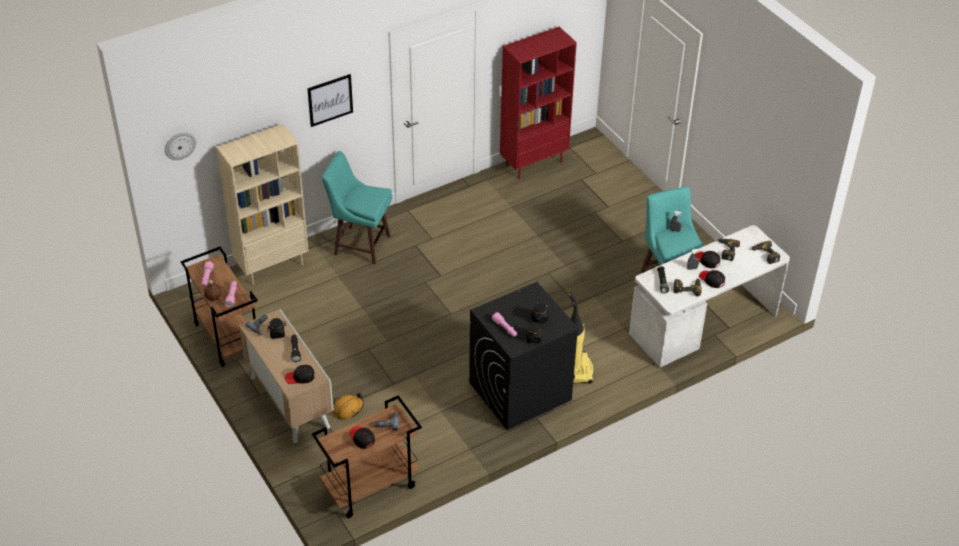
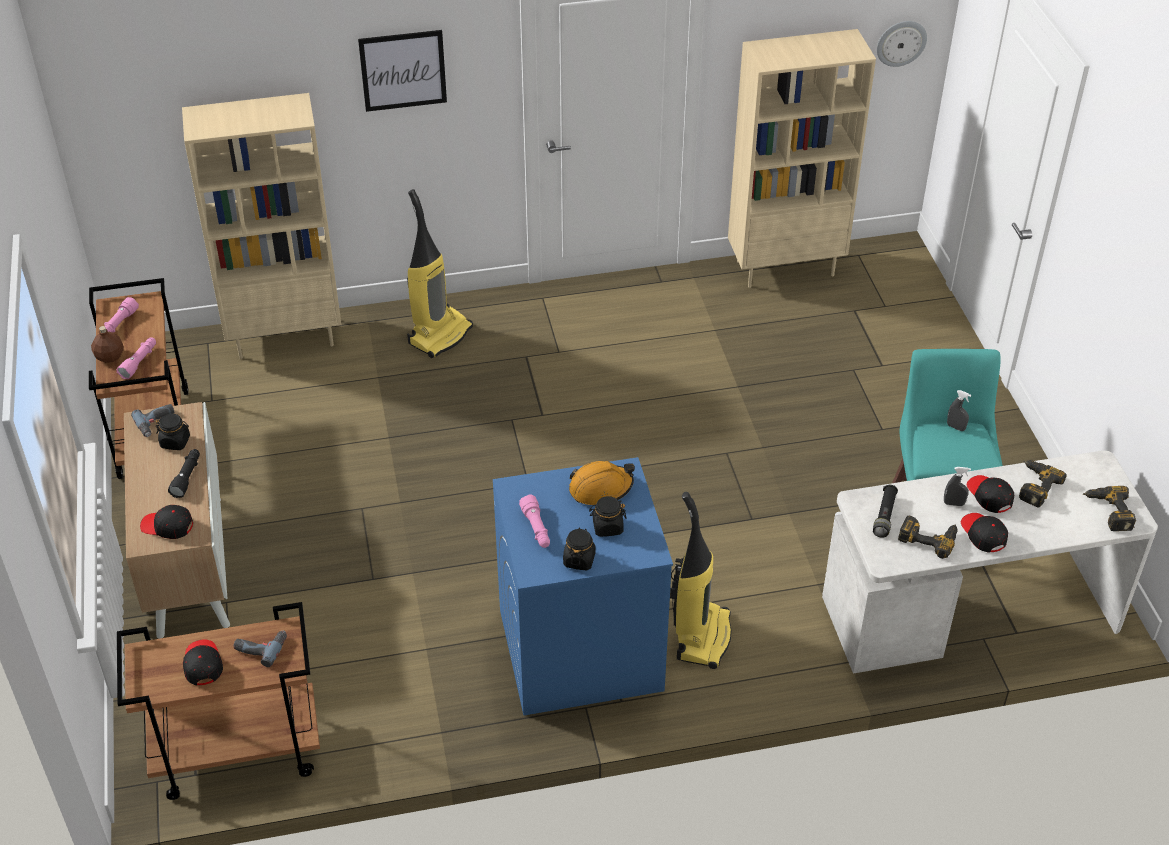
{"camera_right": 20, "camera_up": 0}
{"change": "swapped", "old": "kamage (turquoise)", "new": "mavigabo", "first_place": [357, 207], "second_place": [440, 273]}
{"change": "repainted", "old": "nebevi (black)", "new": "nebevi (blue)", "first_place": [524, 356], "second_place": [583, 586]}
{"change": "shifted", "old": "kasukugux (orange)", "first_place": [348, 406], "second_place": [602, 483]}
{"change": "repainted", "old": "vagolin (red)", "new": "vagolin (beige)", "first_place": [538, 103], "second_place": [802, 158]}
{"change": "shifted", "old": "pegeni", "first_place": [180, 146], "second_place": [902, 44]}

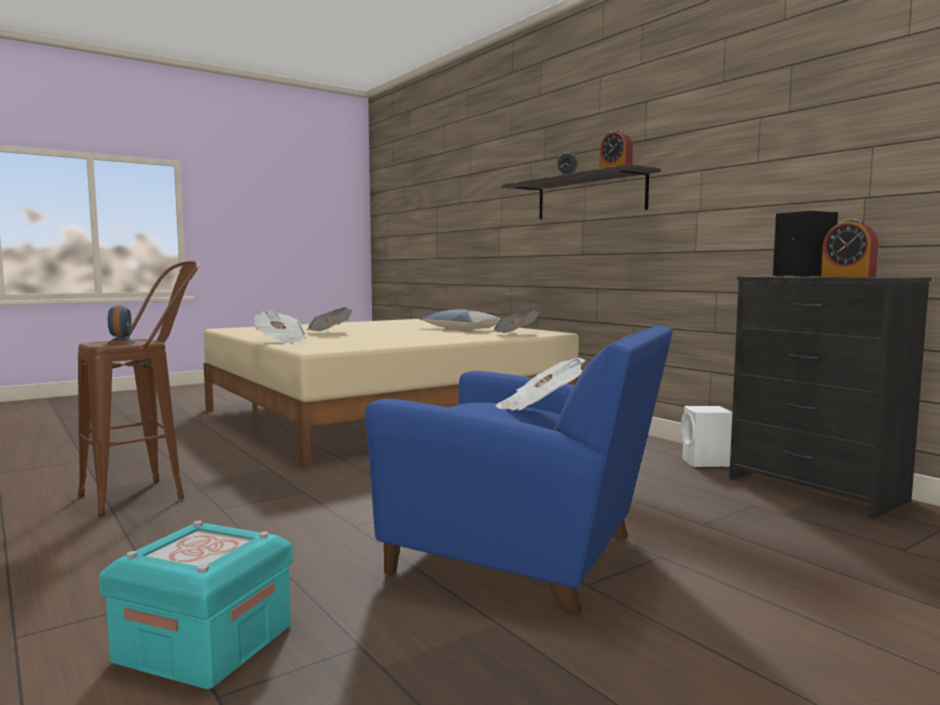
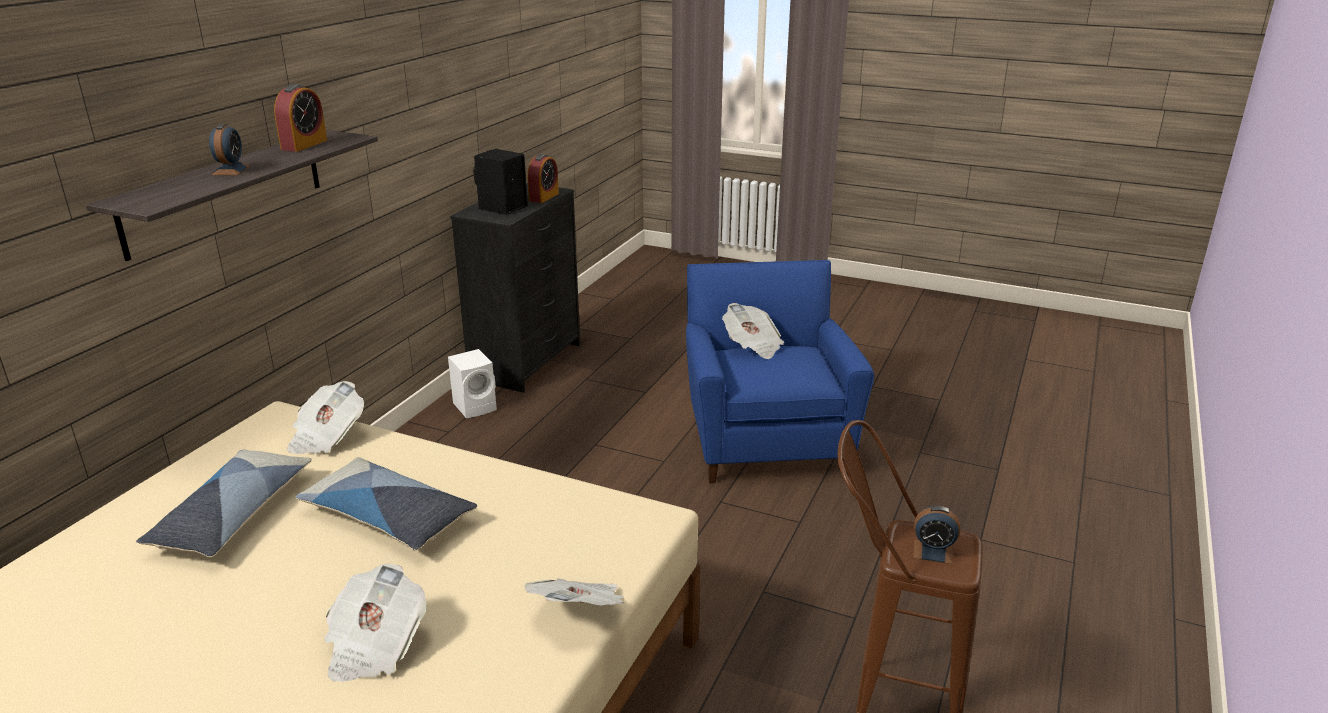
{"camera_right": -120, "camera_up": 20}
{"change": "new", "new": "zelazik", "second_place": [386, 503]}
{"change": "rotated", "old": "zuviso", "first_place": [121, 324], "second_place": [936, 535], "degrees": -120}
{"change": "gone", "old": "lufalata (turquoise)", "first_place": [196, 605]}

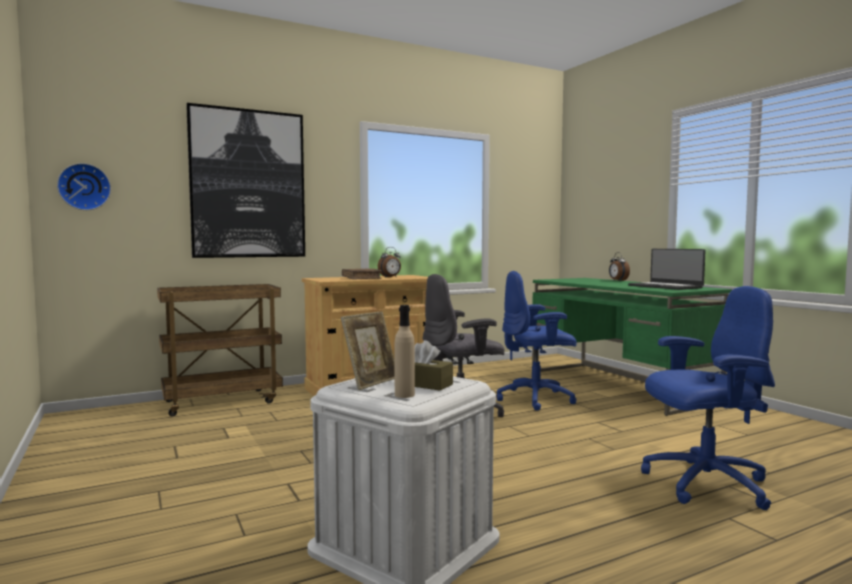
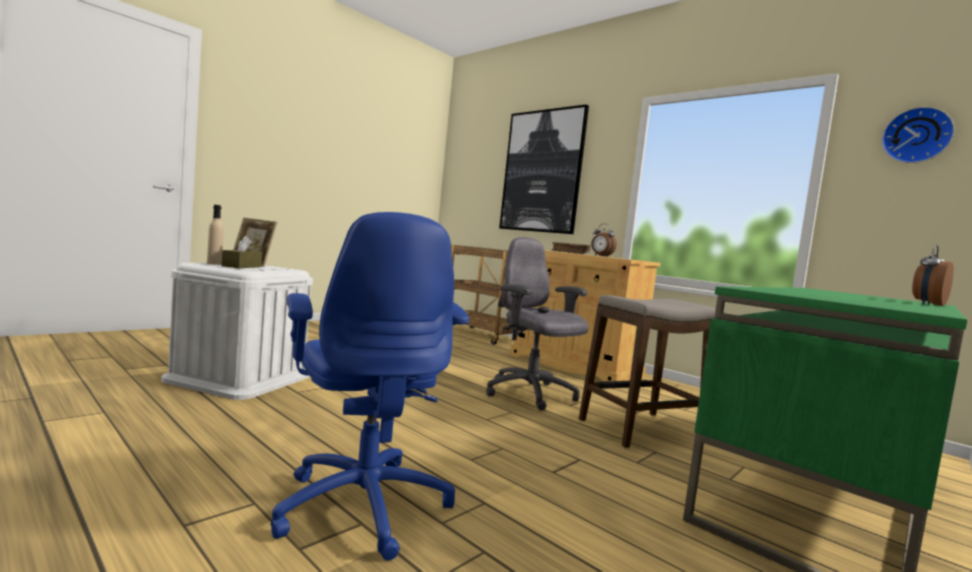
{"camera_right": 70, "camera_up": 0}
{"change": "swapped", "old": "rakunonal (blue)", "new": "kamage", "first_place": [537, 341], "second_place": [647, 371]}
{"change": "shifted", "old": "pegeni", "first_place": [84, 186], "second_place": [918, 135]}
{"change": "gone", "old": "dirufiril", "first_place": [667, 269]}

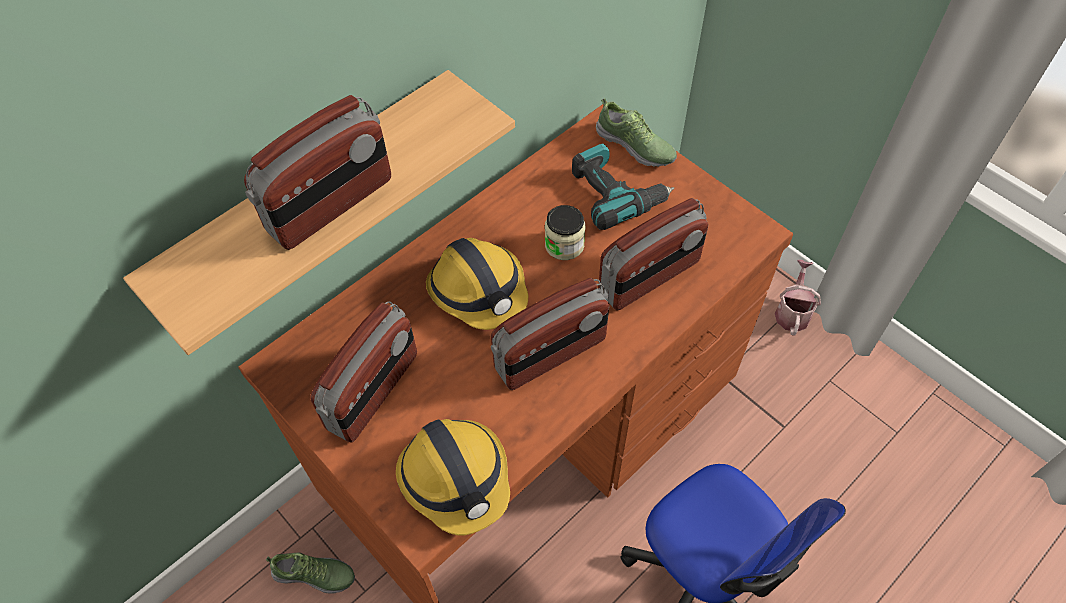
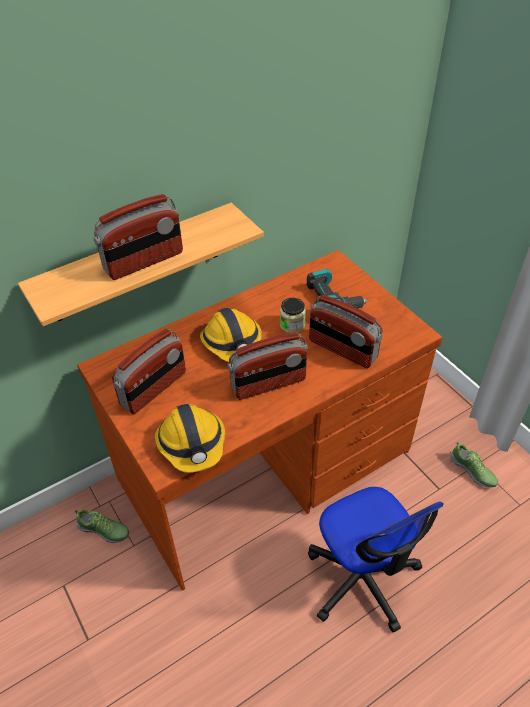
{"camera_right": 10, "camera_up": -10}
{"change": "rotated", "old": "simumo", "first_place": [653, 254], "second_place": [346, 331], "degrees": 60}
{"change": "shifted", "old": "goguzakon", "first_place": [636, 132], "second_place": [474, 465]}
{"change": "gone", "old": "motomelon", "first_place": [798, 298]}

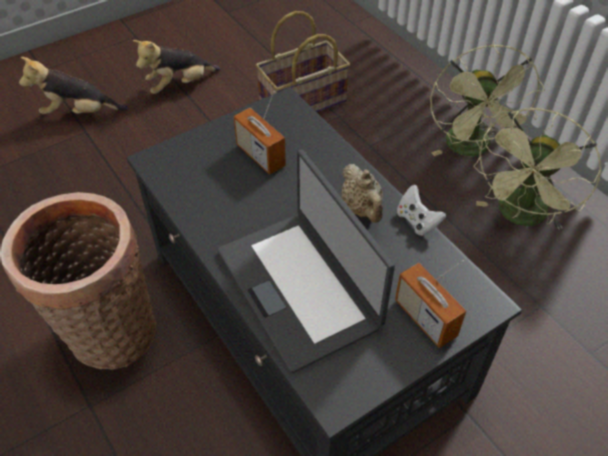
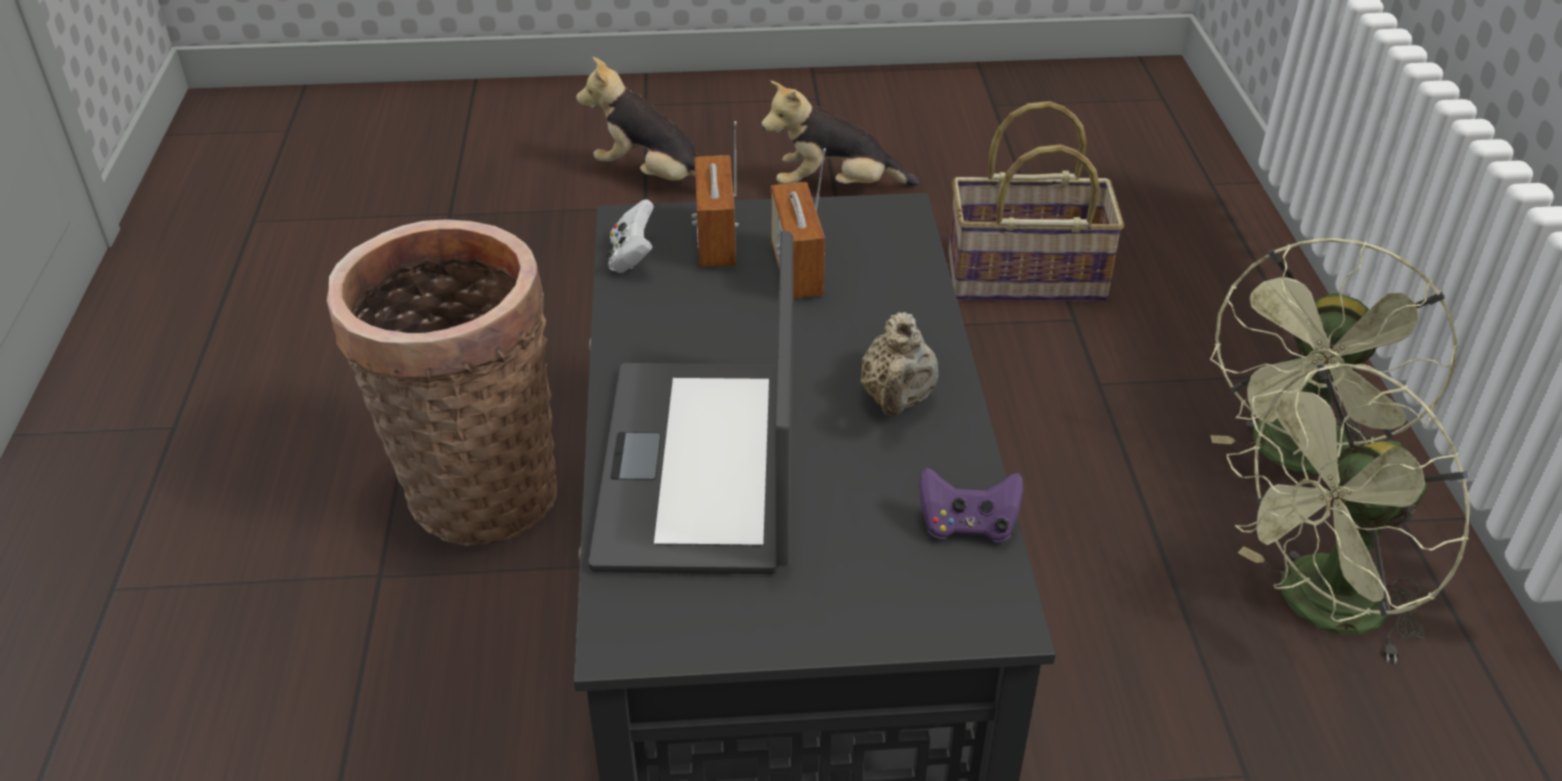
{"camera_right": 30, "camera_up": -10}
{"change": "shifted", "old": "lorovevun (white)", "first_place": [421, 210], "second_place": [630, 236]}
{"change": "shifted", "old": "simumo", "first_place": [430, 304], "second_place": [715, 194]}
{"change": "new", "new": "lorovevun (purple)", "second_place": [971, 504]}

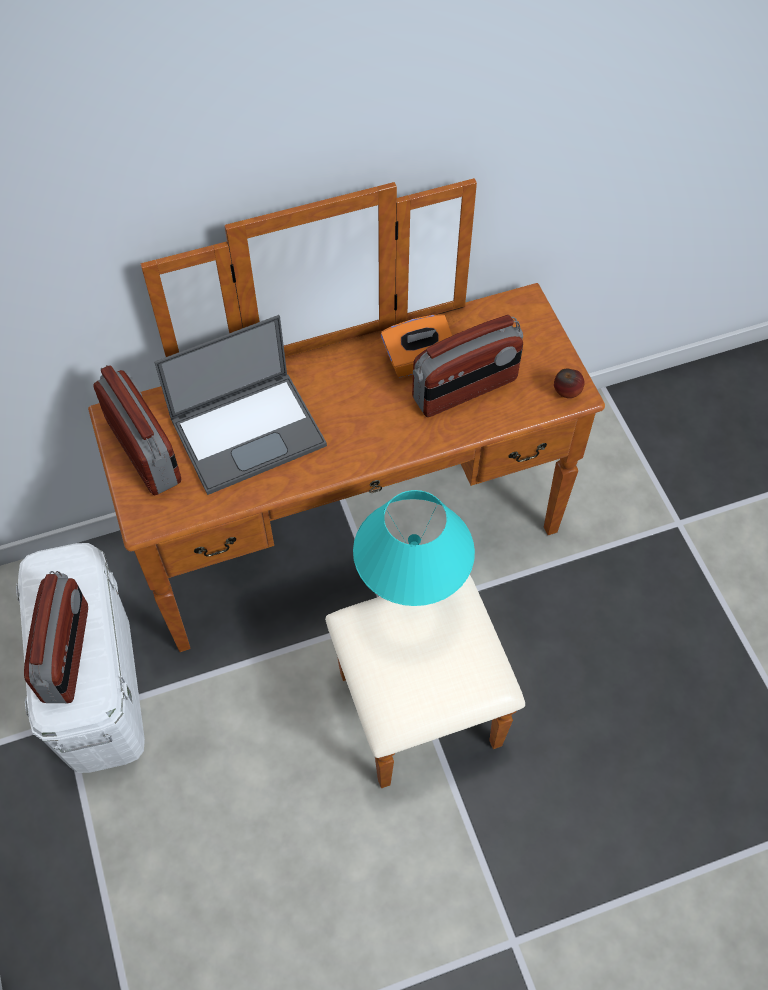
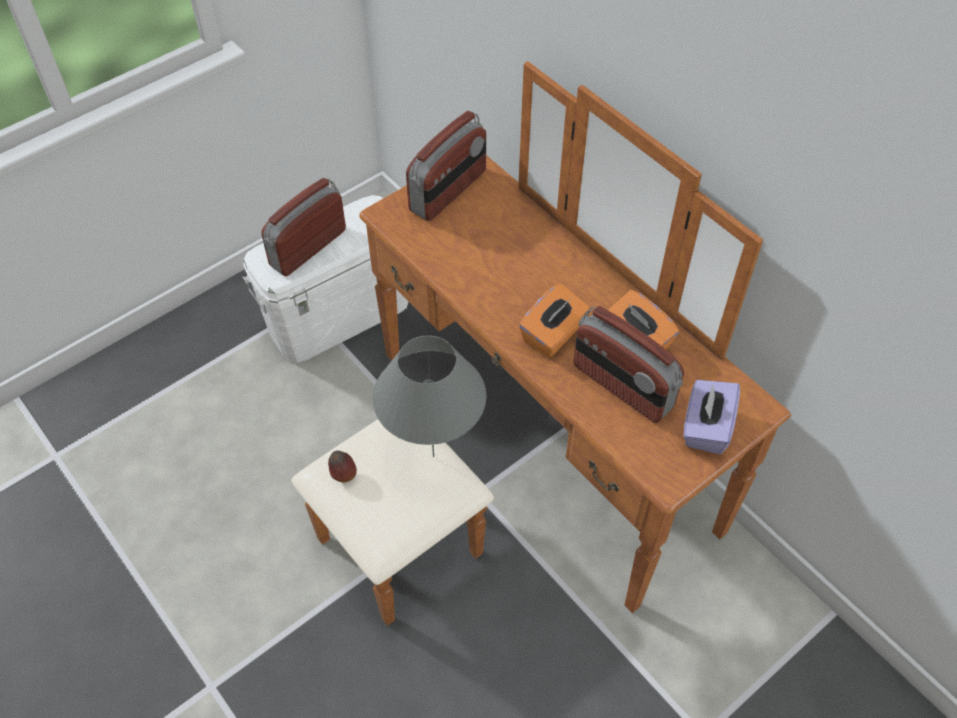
{"camera_right": 70, "camera_up": -5}
{"change": "rotated", "old": "simumo", "first_place": [56, 637], "second_place": [303, 227], "degrees": 150}
{"change": "shifted", "old": "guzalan", "first_place": [569, 383], "second_place": [342, 467]}
{"change": "repainted", "old": "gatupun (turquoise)", "new": "gatupun (grey)", "first_place": [414, 548], "second_place": [429, 396]}
{"change": "new", "new": "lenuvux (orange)", "second_place": [554, 320]}
{"change": "new", "new": "lenuvux (purple)", "second_place": [711, 417]}
{"change": "gone", "old": "dirufiril", "first_place": [240, 405]}

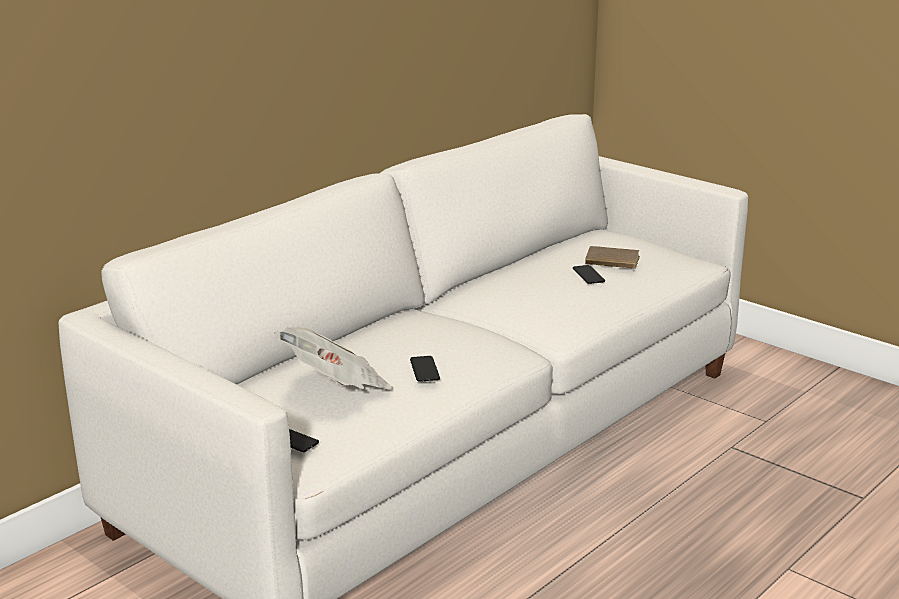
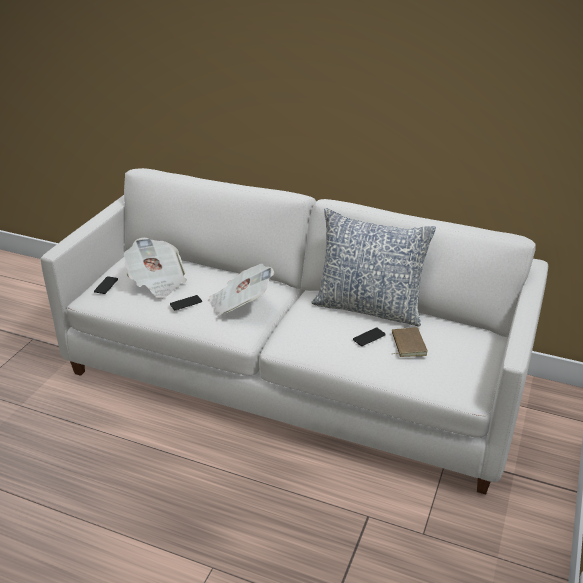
{"camera_right": 70, "camera_up": 10}
{"change": "new", "new": "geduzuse", "second_place": [241, 289]}
{"change": "new", "new": "zelazik", "second_place": [373, 267]}

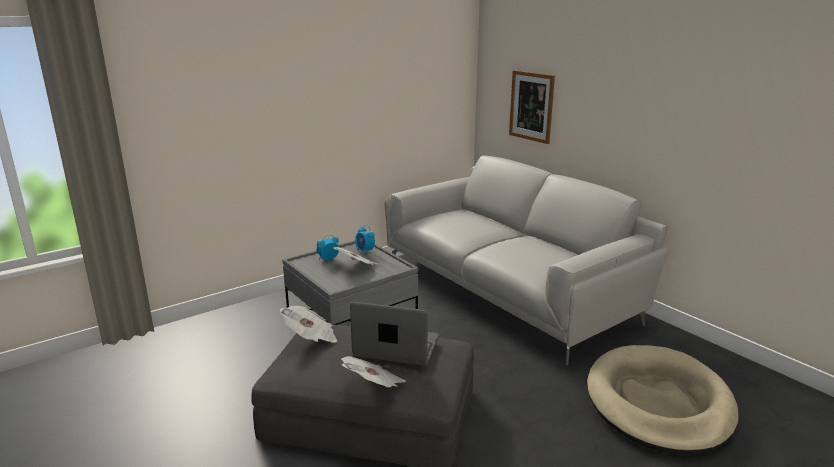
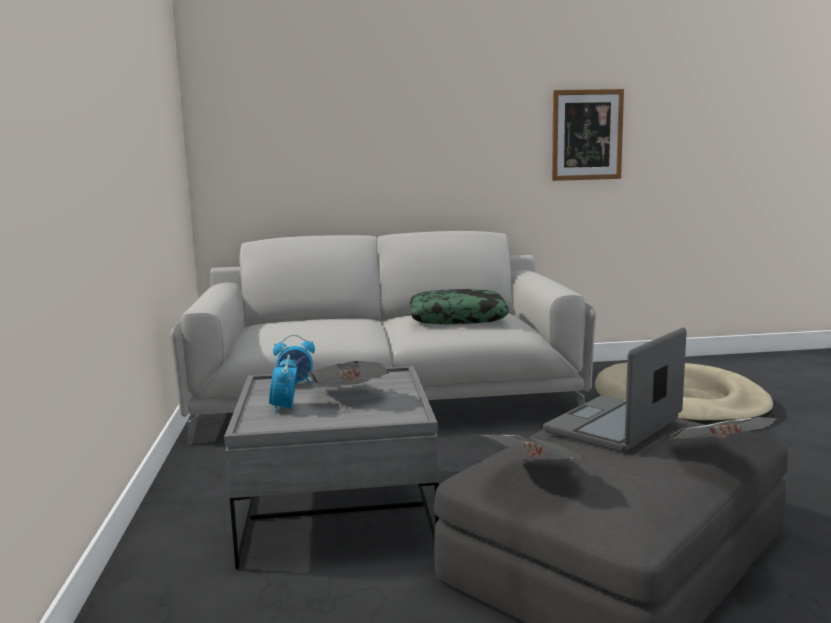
{"camera_right": -60, "camera_up": -10}
{"change": "new", "new": "zelazik", "second_place": [459, 306]}
{"change": "shifted", "old": "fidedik", "first_place": [532, 107], "second_place": [588, 135]}

